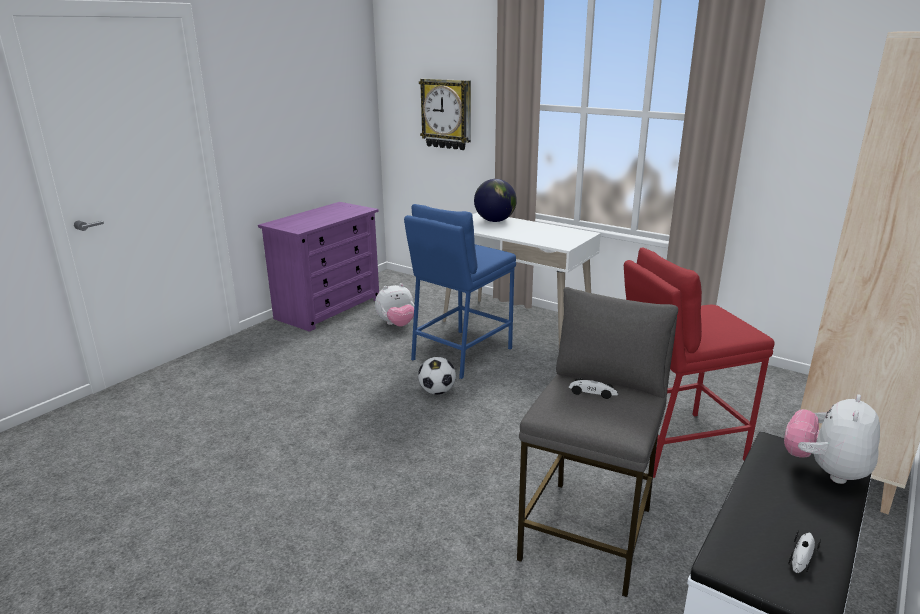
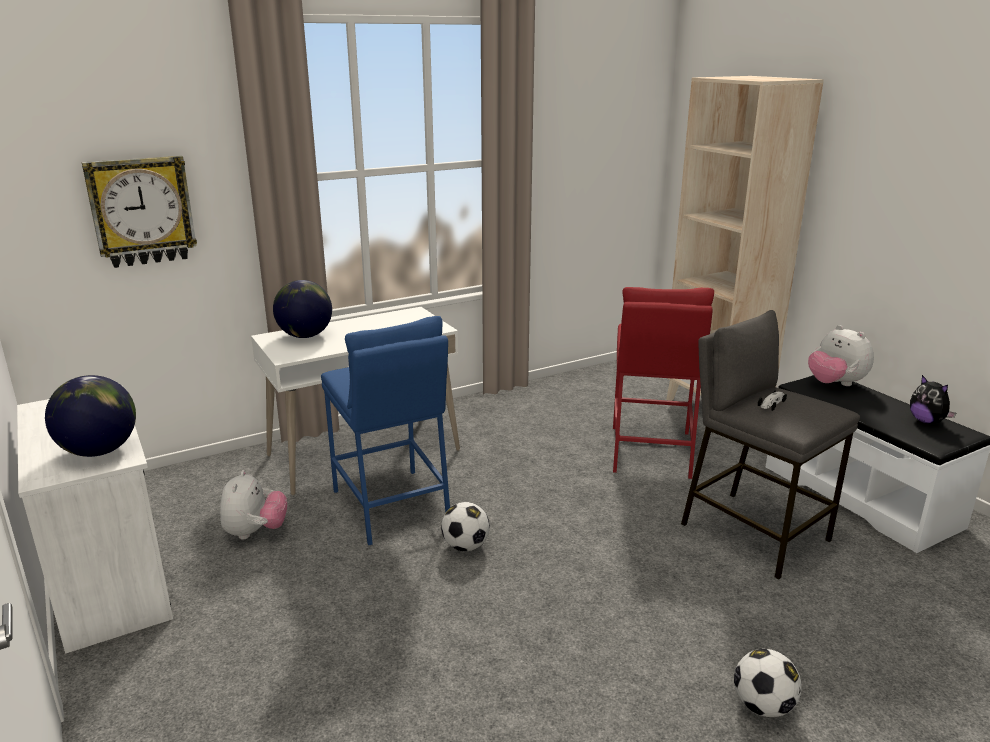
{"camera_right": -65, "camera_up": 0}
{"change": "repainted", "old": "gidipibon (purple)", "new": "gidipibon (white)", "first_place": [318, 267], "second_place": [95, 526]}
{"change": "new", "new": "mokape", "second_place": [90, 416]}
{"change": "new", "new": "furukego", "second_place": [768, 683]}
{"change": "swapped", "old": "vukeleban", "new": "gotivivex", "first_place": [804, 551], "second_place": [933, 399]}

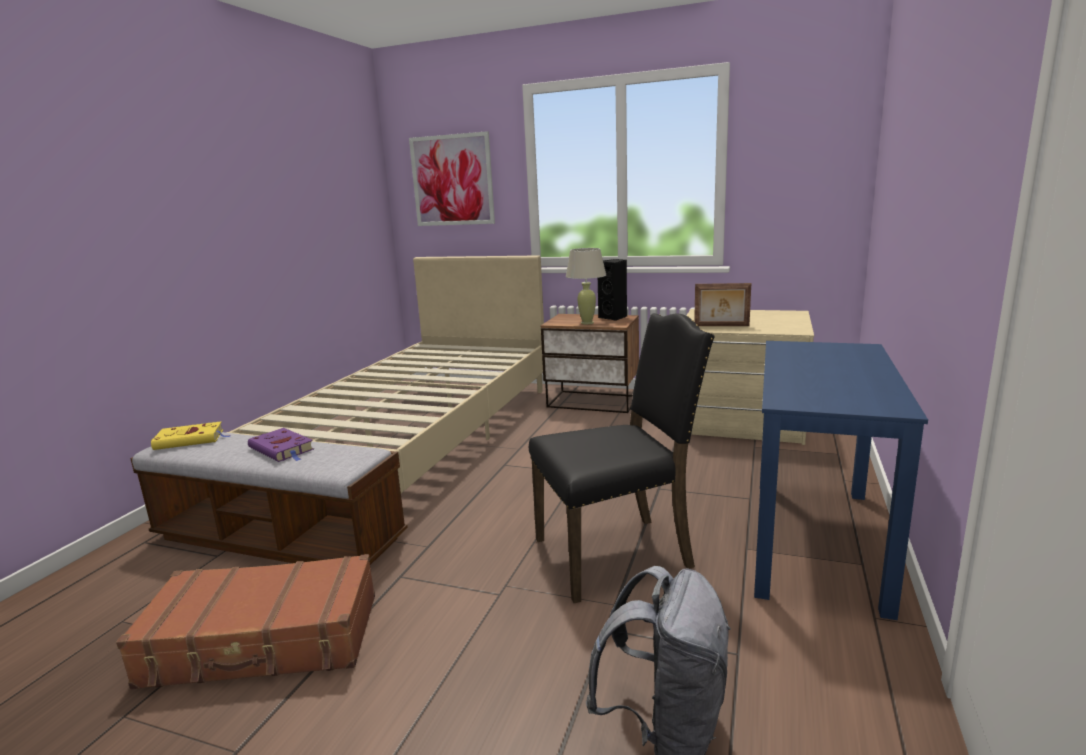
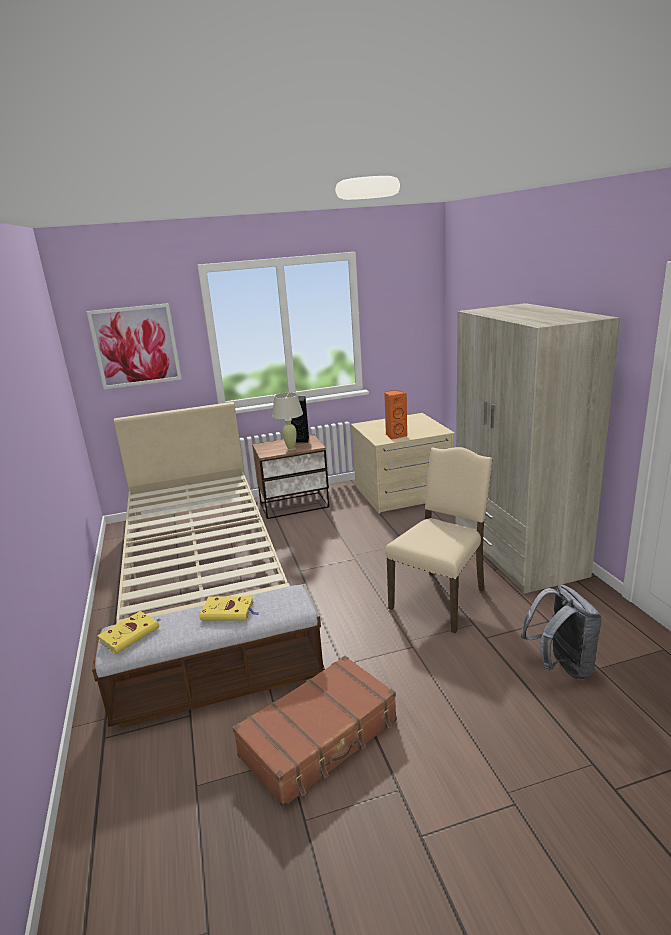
{"camera_right": -35, "camera_up": 5}
{"change": "repainted", "old": "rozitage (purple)", "new": "rozitage (yellow)", "first_place": [281, 445], "second_place": [229, 608]}
{"change": "swapped", "old": "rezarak", "new": "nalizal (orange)", "first_place": [722, 304], "second_place": [395, 415]}
{"change": "repainted", "old": "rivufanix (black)", "new": "rivufanix (beige)", "first_place": [622, 458], "second_place": [439, 540]}
{"change": "swapped", "old": "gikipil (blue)", "new": "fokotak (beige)", "first_place": [841, 480], "second_place": [537, 448]}

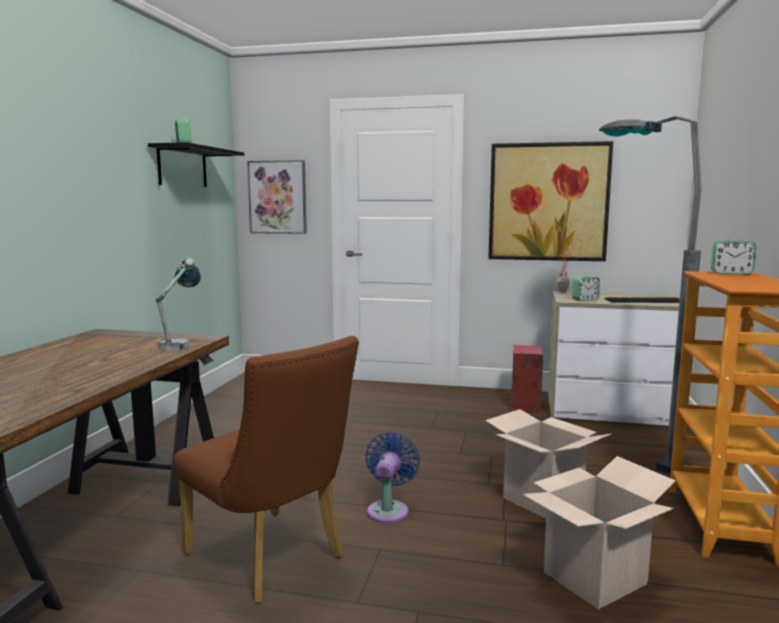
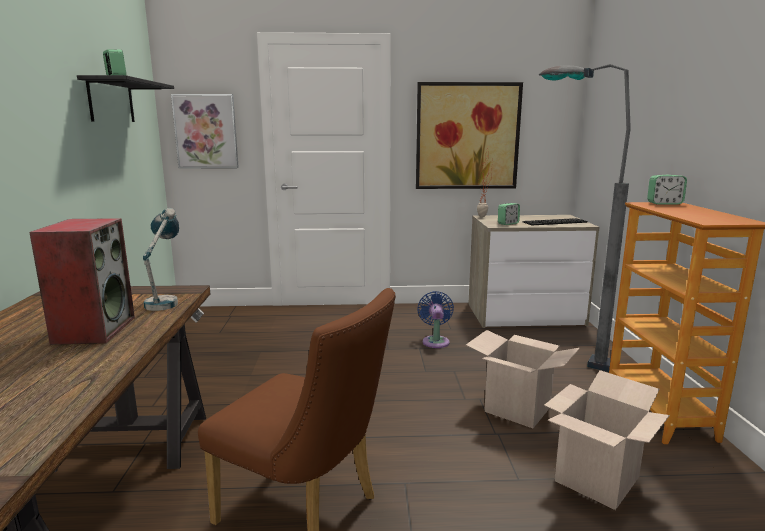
{"camera_right": -15, "camera_up": 5}
{"change": "shifted", "old": "nalizal", "first_place": [527, 379], "second_place": [82, 281]}
{"change": "shifted", "old": "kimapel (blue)", "first_place": [392, 477], "second_place": [435, 319]}

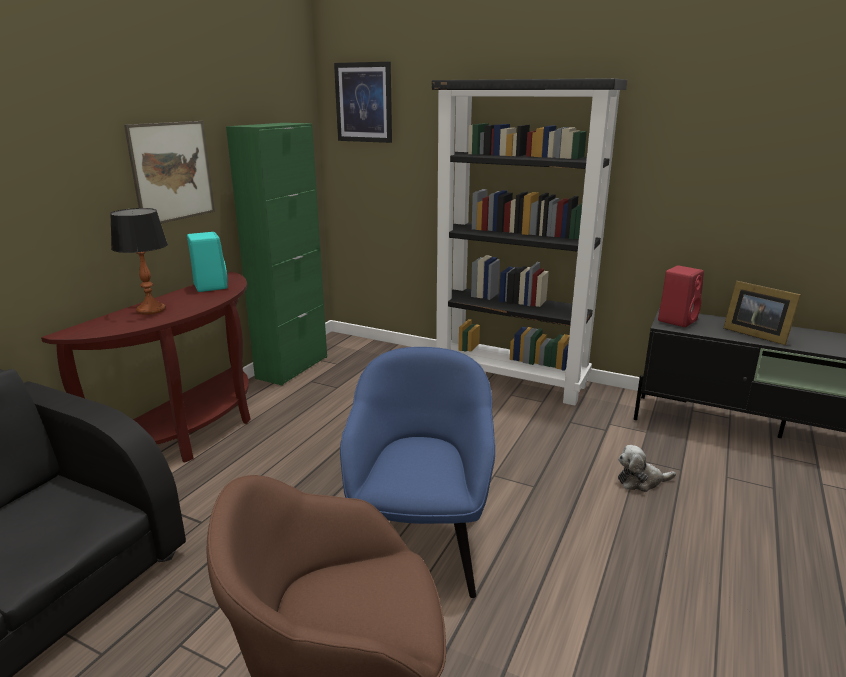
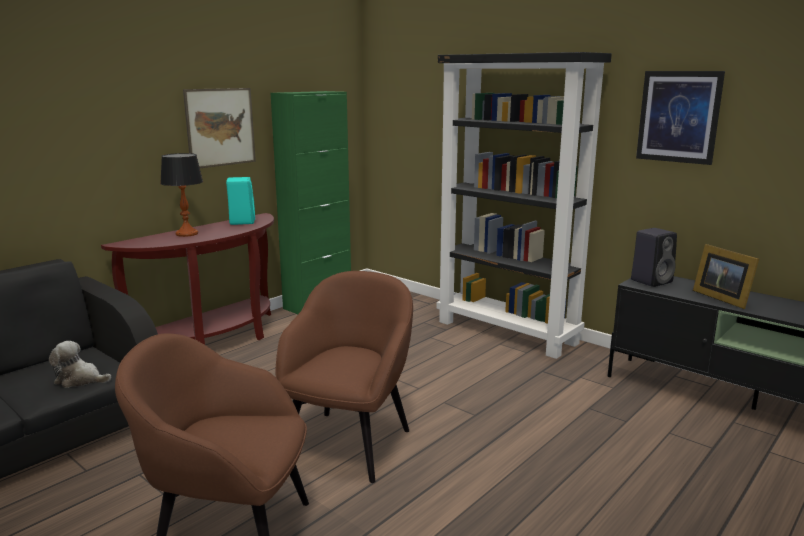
{"camera_right": 15, "camera_up": -5}
{"change": "shifted", "old": "gotivivex", "first_place": [647, 468], "second_place": [80, 364]}
{"change": "repainted", "old": "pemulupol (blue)", "new": "pemulupol (brown)", "first_place": [417, 472], "second_place": [344, 377]}
{"change": "repainted", "old": "nalizal (red)", "new": "nalizal (black)", "first_place": [681, 296], "second_place": [654, 257]}
{"change": "shifted", "old": "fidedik", "first_place": [363, 102], "second_place": [680, 118]}

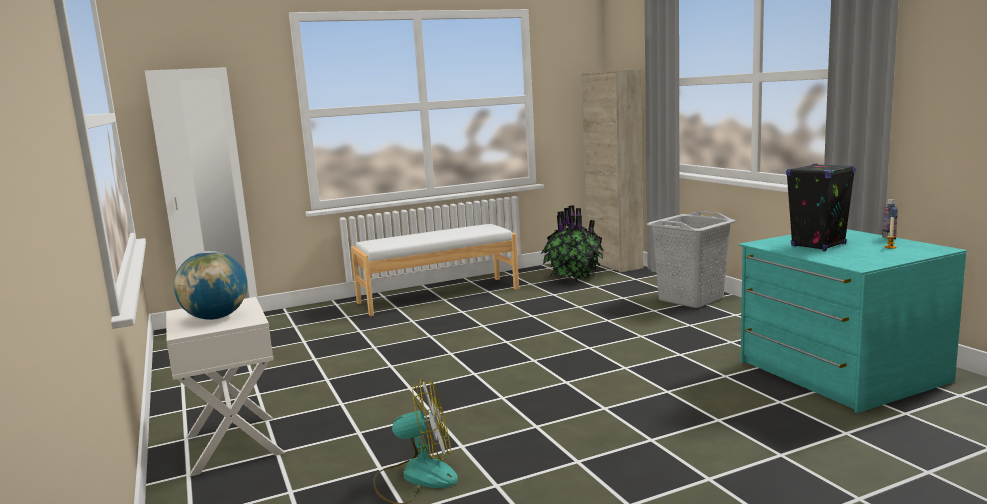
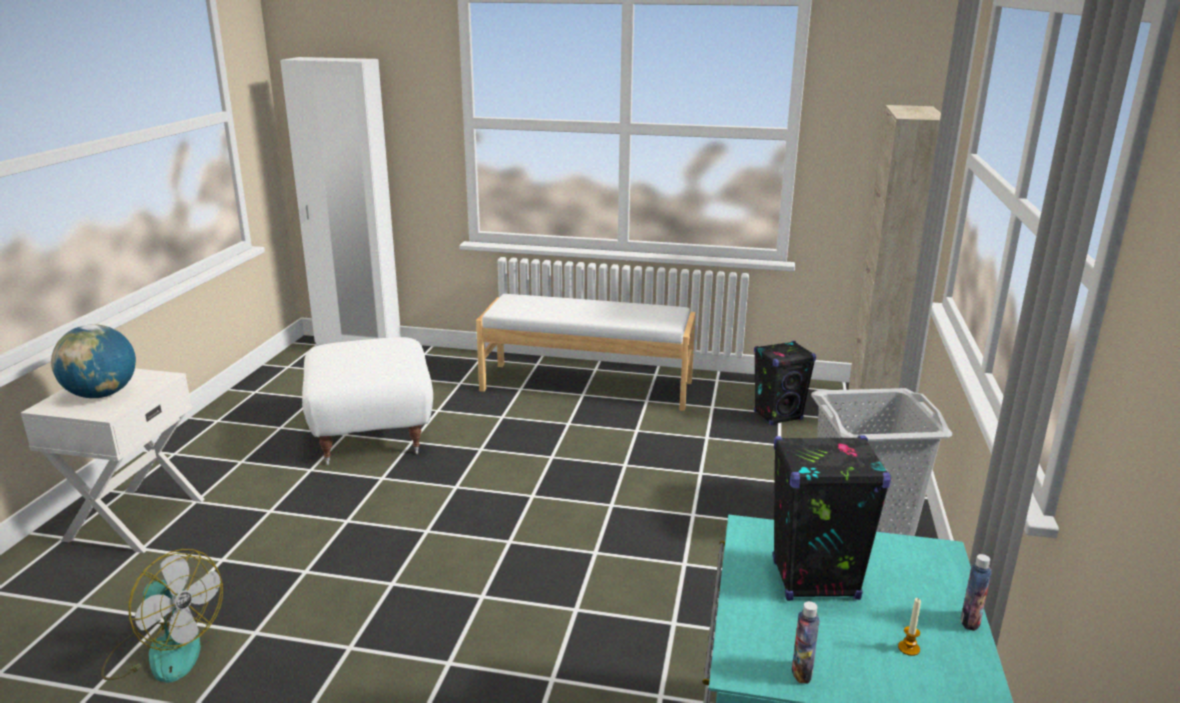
{"camera_right": 35, "camera_up": 10}
{"change": "new", "new": "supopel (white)", "second_place": [367, 401]}
{"change": "swapped", "old": "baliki", "new": "nalizal (black)", "first_place": [572, 242], "second_place": [785, 383]}
{"change": "new", "new": "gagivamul", "second_place": [806, 642]}

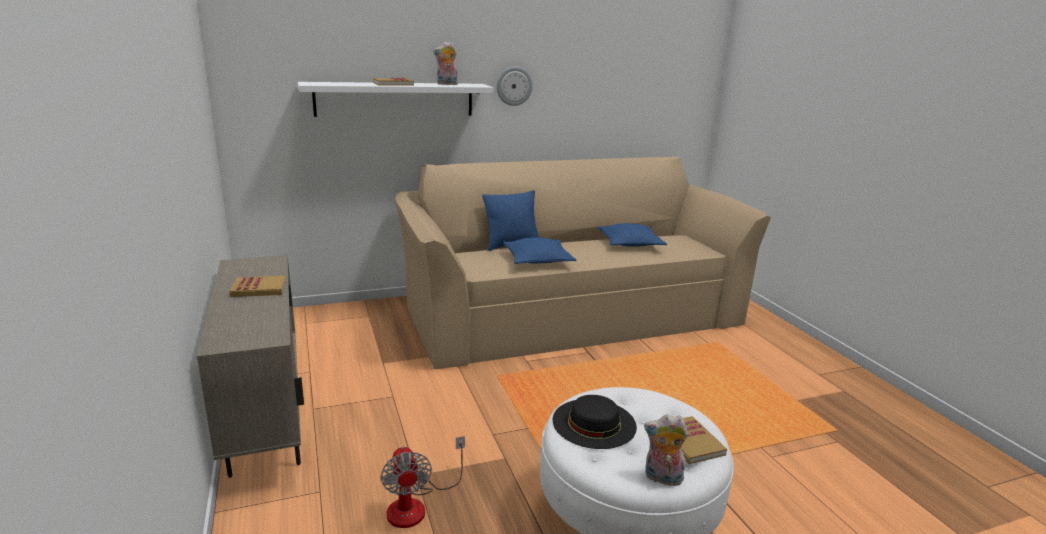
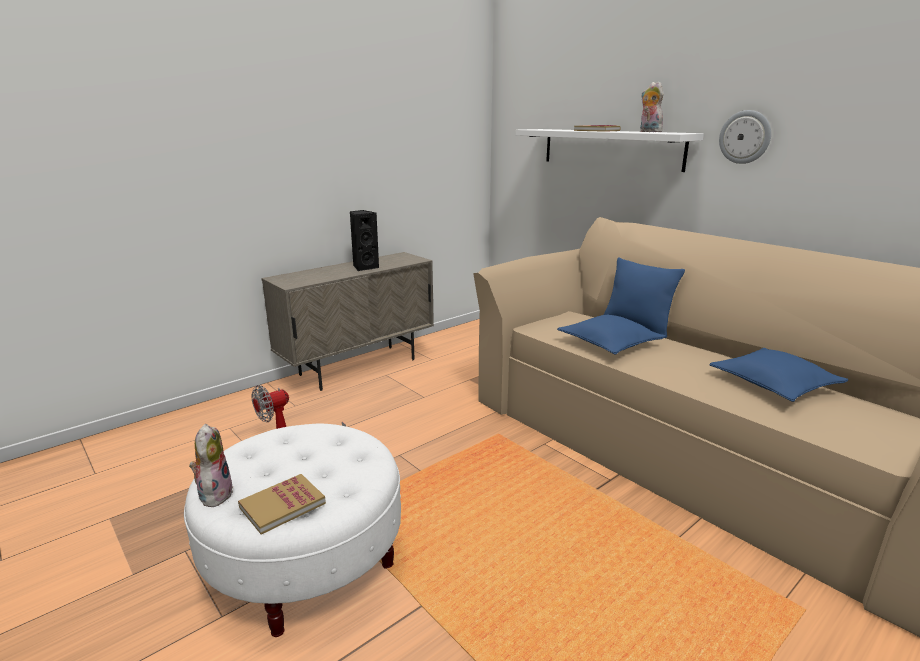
{"camera_right": 70, "camera_up": 0}
{"change": "swapped", "old": "rozitage", "new": "nalizal (black)", "first_place": [258, 286], "second_place": [364, 240]}
{"change": "gone", "old": "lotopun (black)", "first_place": [594, 422]}

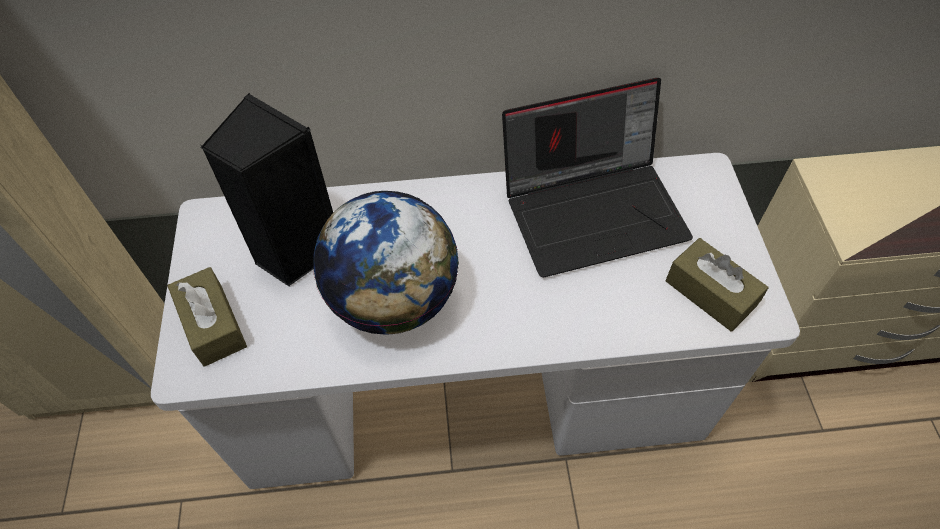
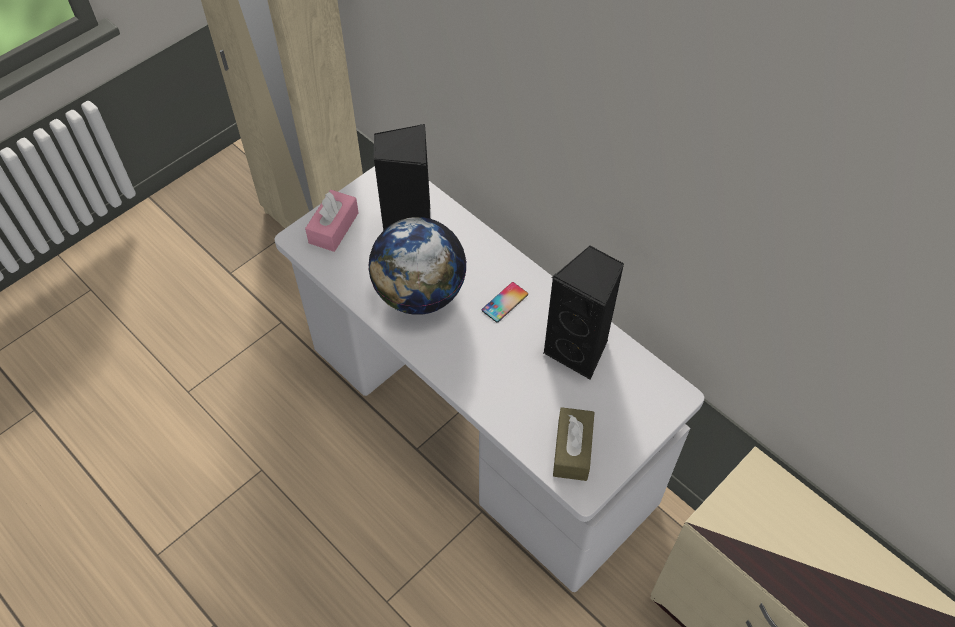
{"camera_right": 50, "camera_up": 0}
{"change": "repainted", "old": "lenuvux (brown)", "new": "lenuvux (pink)", "first_place": [207, 317], "second_place": [332, 221]}
{"change": "new", "new": "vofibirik", "second_place": [505, 302]}
{"change": "swapped", "old": "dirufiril", "new": "nalizal (black)", "first_place": [597, 177], "second_place": [584, 312]}

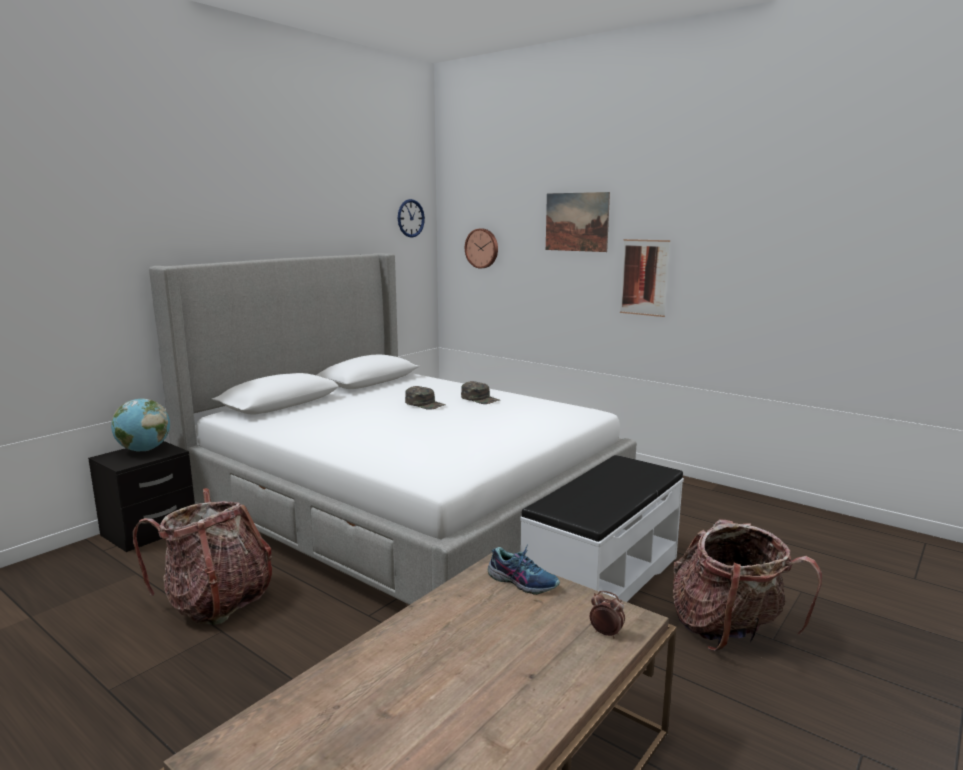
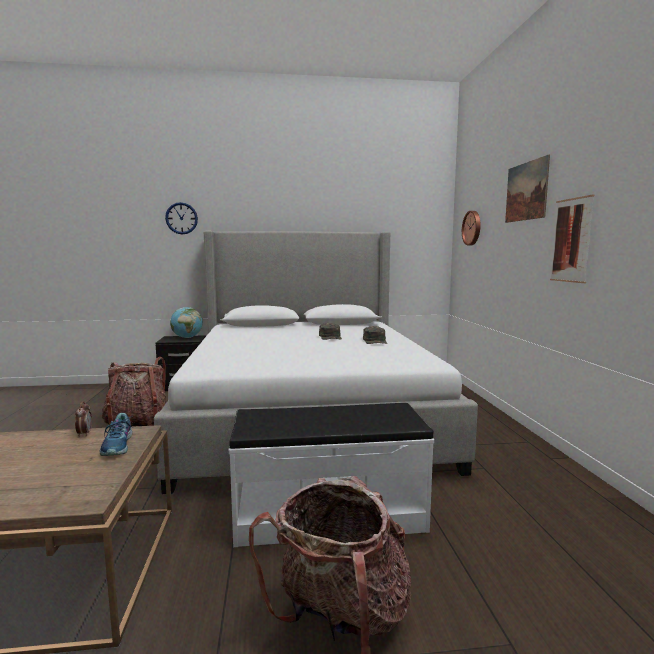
{"camera_right": 45, "camera_up": -5}
{"change": "shifted", "old": "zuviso", "first_place": [607, 614], "second_place": [83, 418]}
{"change": "shifted", "old": "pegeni", "first_place": [411, 218], "second_place": [181, 218]}

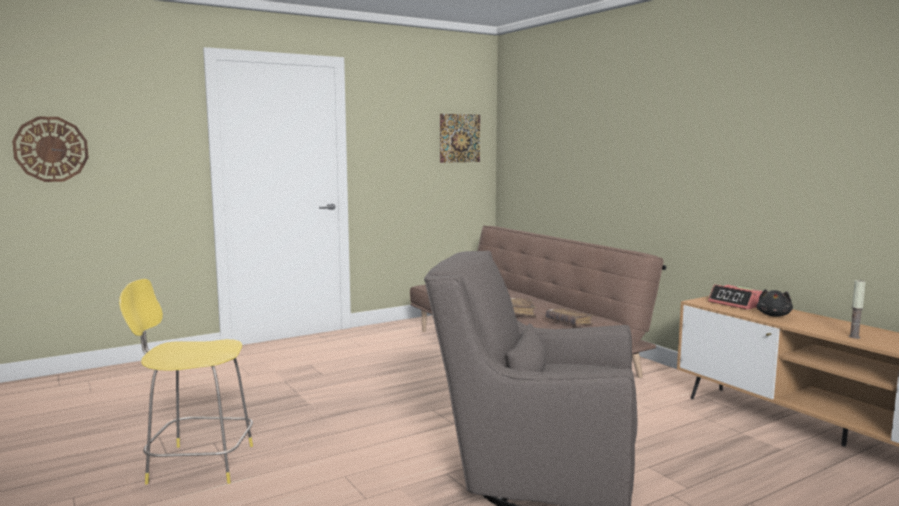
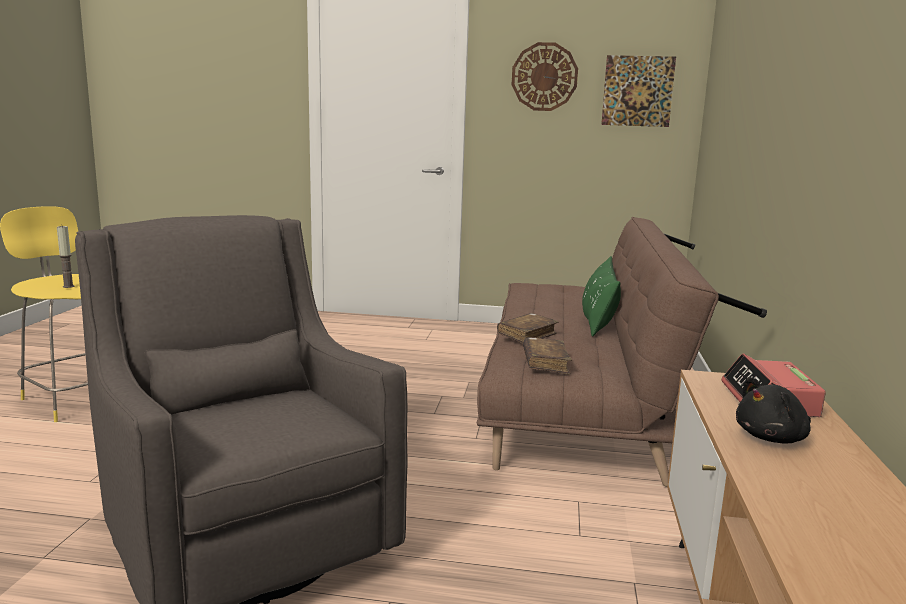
{"camera_right": 40, "camera_up": 5}
{"change": "shifted", "old": "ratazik", "first_place": [857, 309], "second_place": [66, 257]}
{"change": "shifted", "old": "pegeni", "first_place": [50, 149], "second_place": [545, 76]}
{"change": "new", "new": "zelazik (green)", "second_place": [601, 296]}

